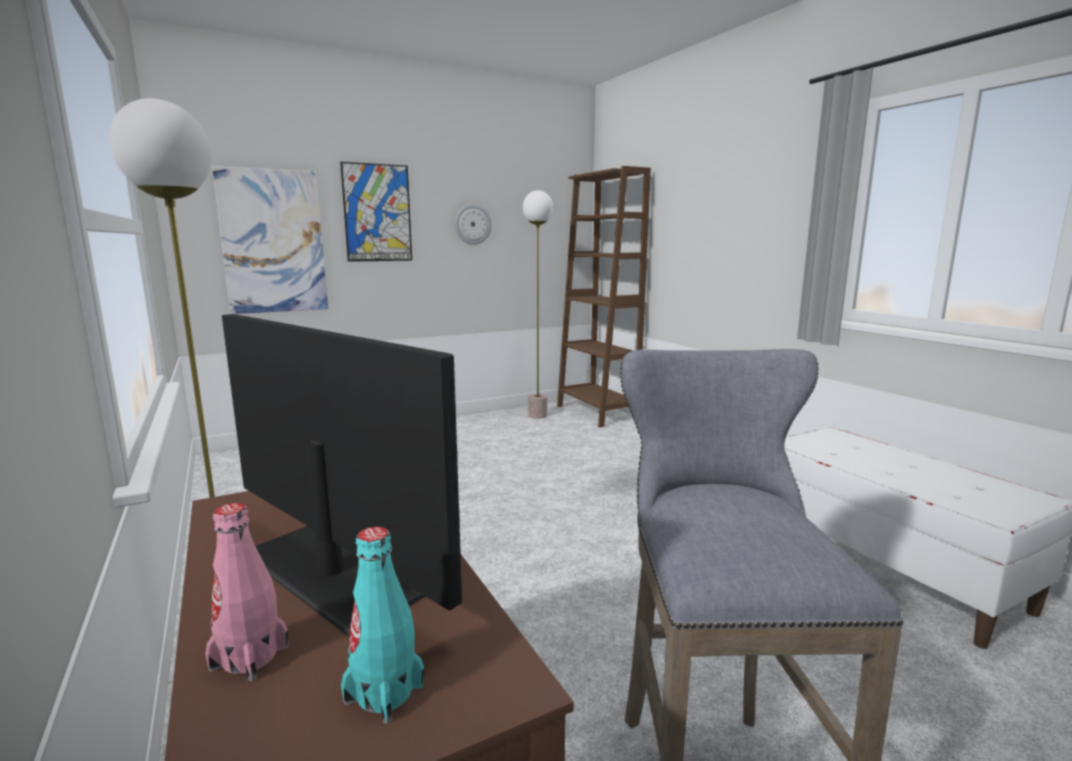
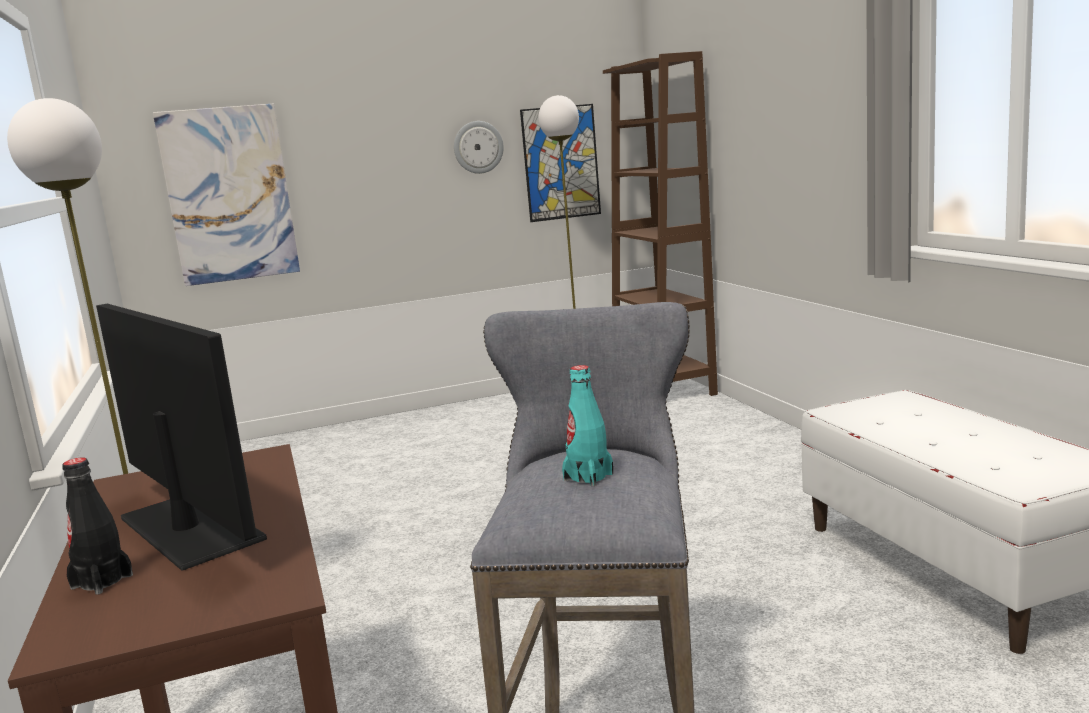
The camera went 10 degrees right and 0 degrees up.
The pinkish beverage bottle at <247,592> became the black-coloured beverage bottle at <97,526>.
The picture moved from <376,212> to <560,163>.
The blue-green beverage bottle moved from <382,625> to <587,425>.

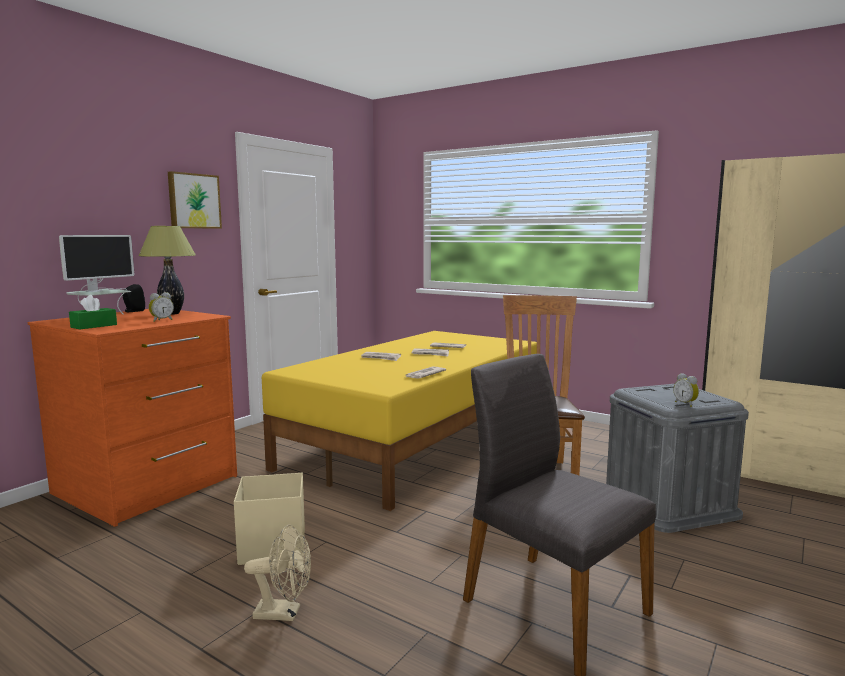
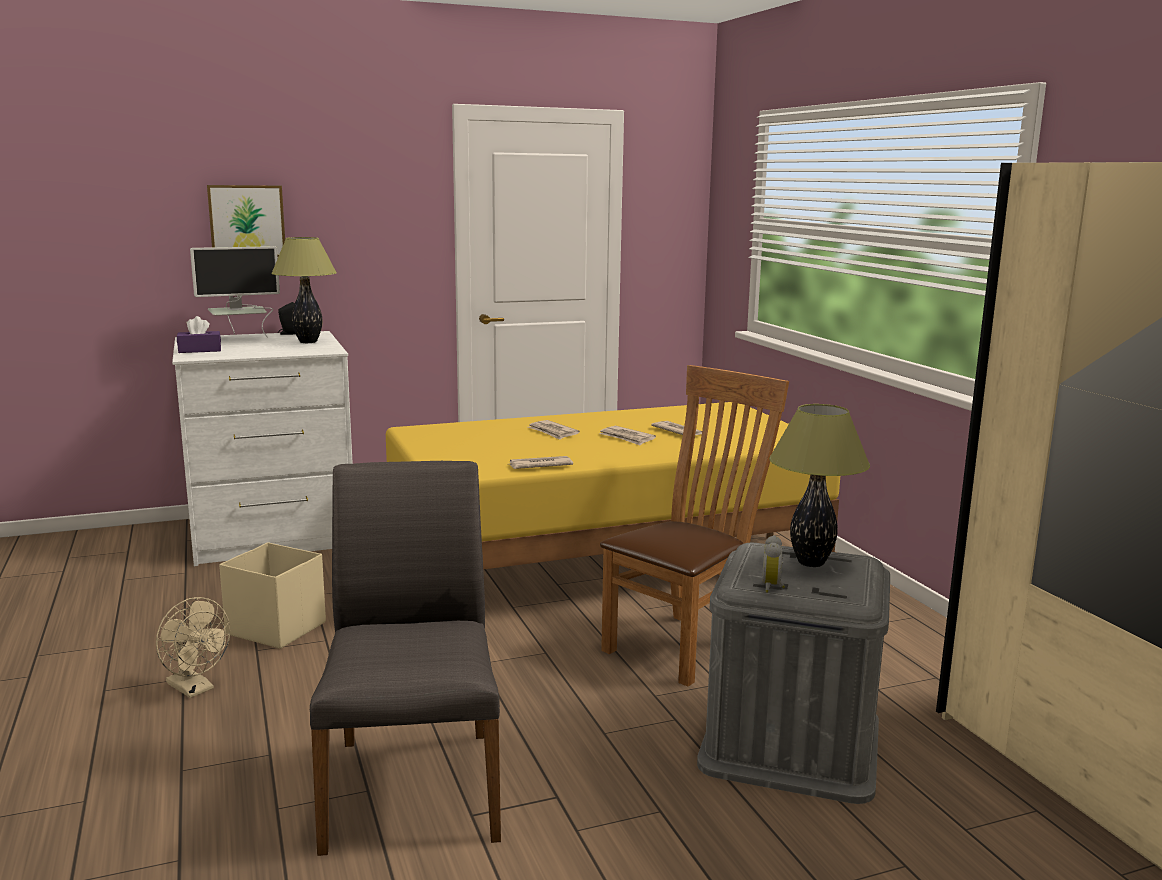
The camera went 35 degrees right and 5 degrees up.
The orange dresser at <132,418> became the white-coloured dresser at <262,448>.
The green-coloured tissue box at <93,312> became the purple tissue box at <199,334>.
The picture moved from <195,200> to <246,220>.
The tabletop lamp at <819,485> appeared.
The alarm clock at <161,307> disappeared.

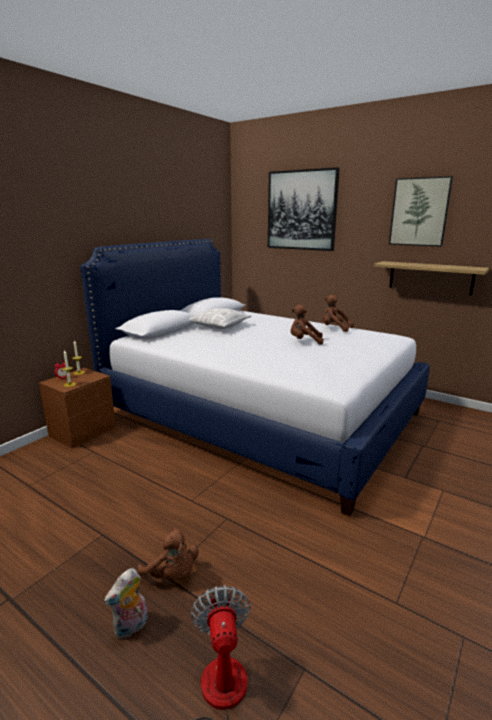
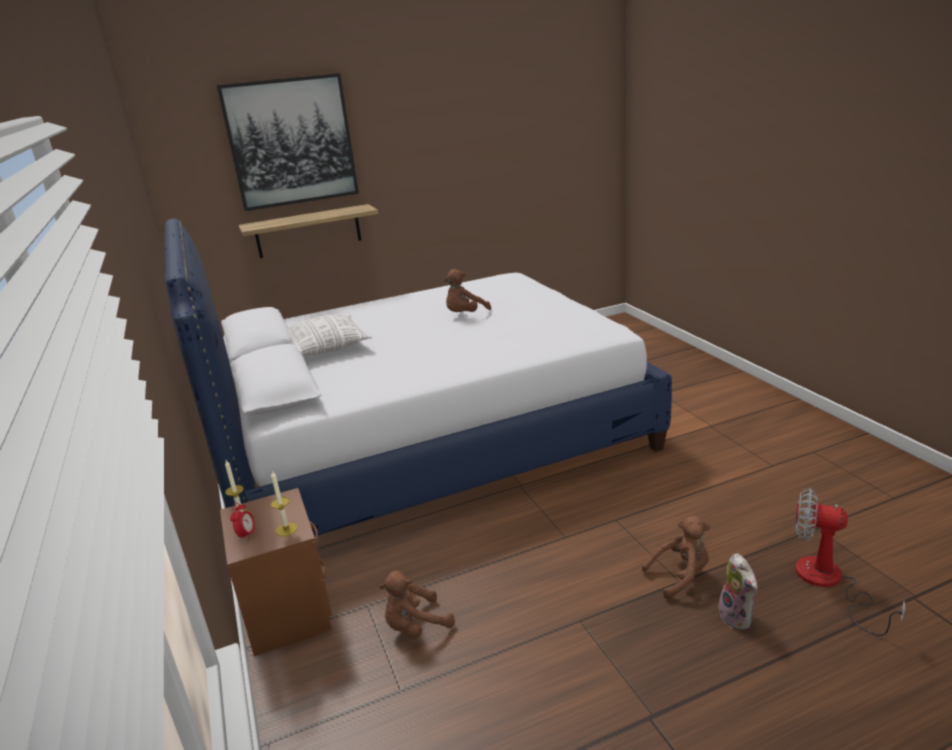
The camera went 55 degrees left and 5 degrees up.
The wall shelf moved from <431,278> to <308,231>.
The brown-coloured soft toy moved from <338,313> to <417,605>.
The picture at <421,211> disappeared.

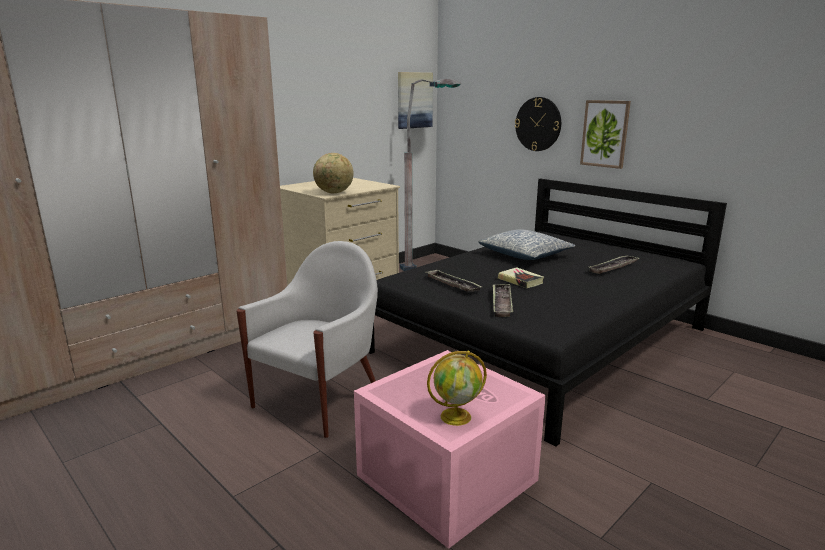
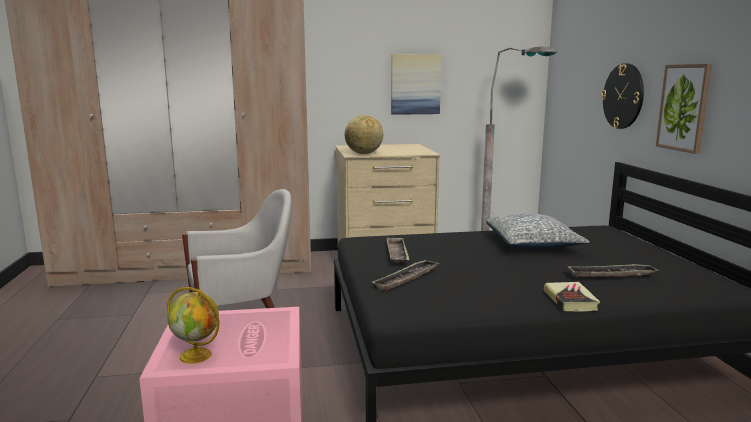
The camera went 35 degrees right and 5 degrees down.
The picture moved from <415,100> to <416,84>.
The volume moved from <521,277> to <572,297>.

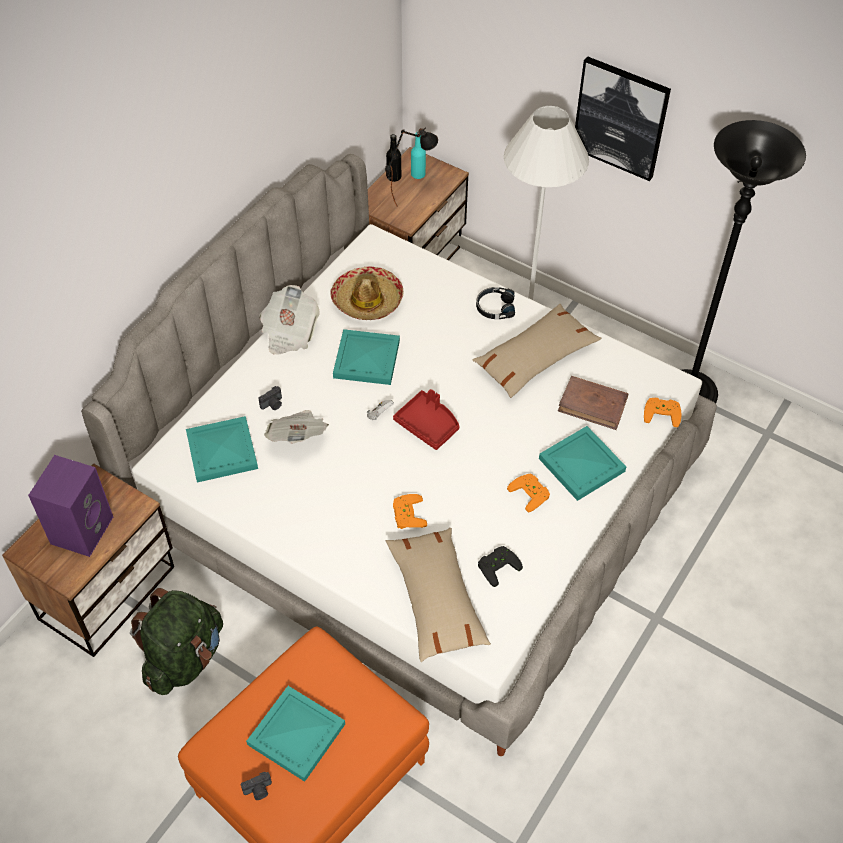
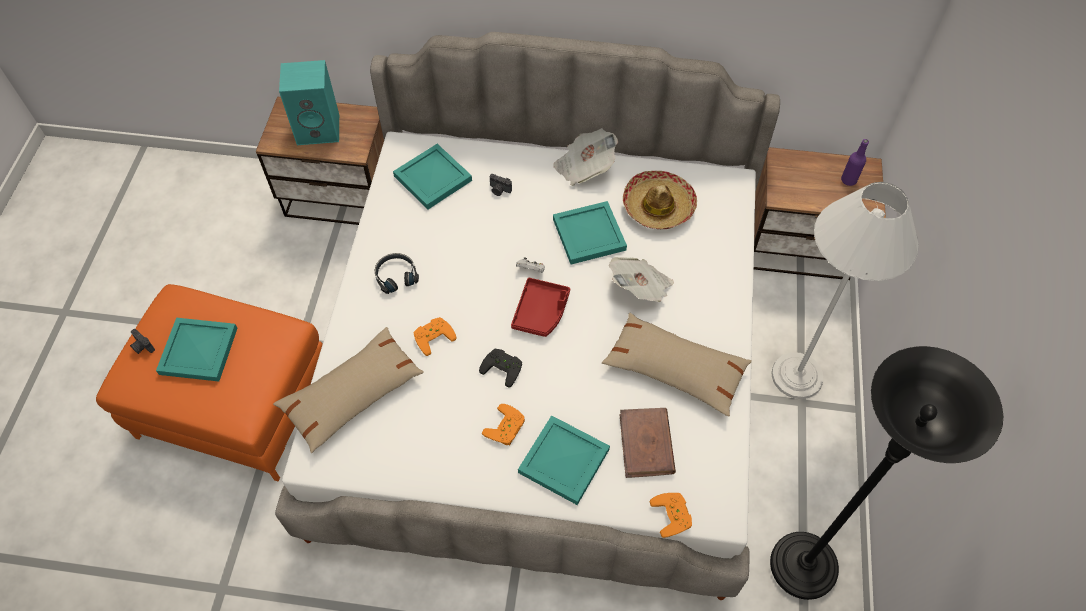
The camera went 65 degrees right and 5 degrees up.
The purple loudspeaker at <70,506> became the blue-green loudspeaker at <309,102>.
The black-coloured headphones moved from <495,303> to <397,273>.
The black-coloured joypad moved from <500,566> to <500,368>.
The daily paper moved from <296,427> to <641,279>.
The blue-green beverage bottle at <418,155> became the purple beverage bottle at <855,162>.
The green-coloured knapsack at <176,641> disappeared.
The black-coloured tabletop lamp at <411,167> disappeared.
The black-coloured beverage bottle at <393,158> disappeared.
The picture at <623,118> disappeared.

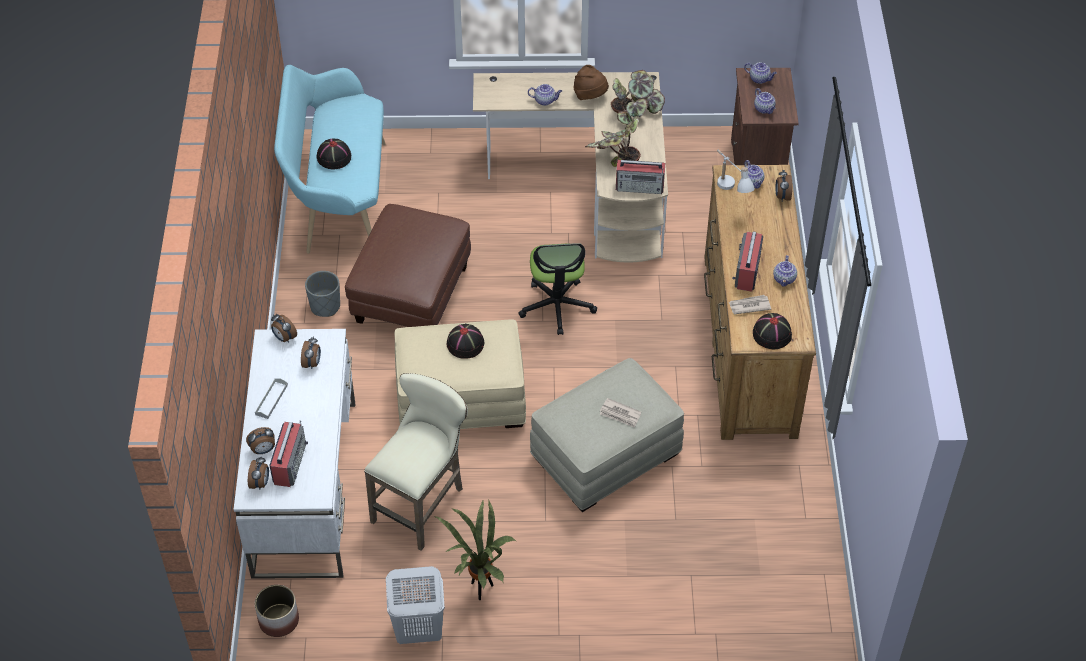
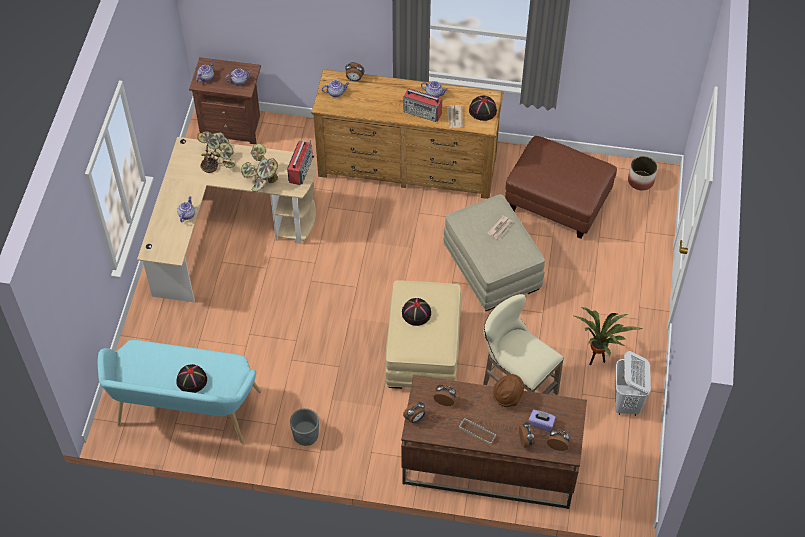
The camera went 80 degrees left and 5 degrees up.
The white-coloured desk table at <294,454> became the brown-coloured desk table at <494,442>.
The brown-coloured clothing hat moved from <591,82> to <508,390>.
The brown-coloured ottoman moved from <408,265> to <561,187>.
The radio at <288,453> was replaced by the purple tissue box at <542,421>.
The flower pot moved from <277,611> to <642,173>.
The desk chair at <557,289> disappeared.
The white-coloured tabletop lamp at <736,171> disappeared.

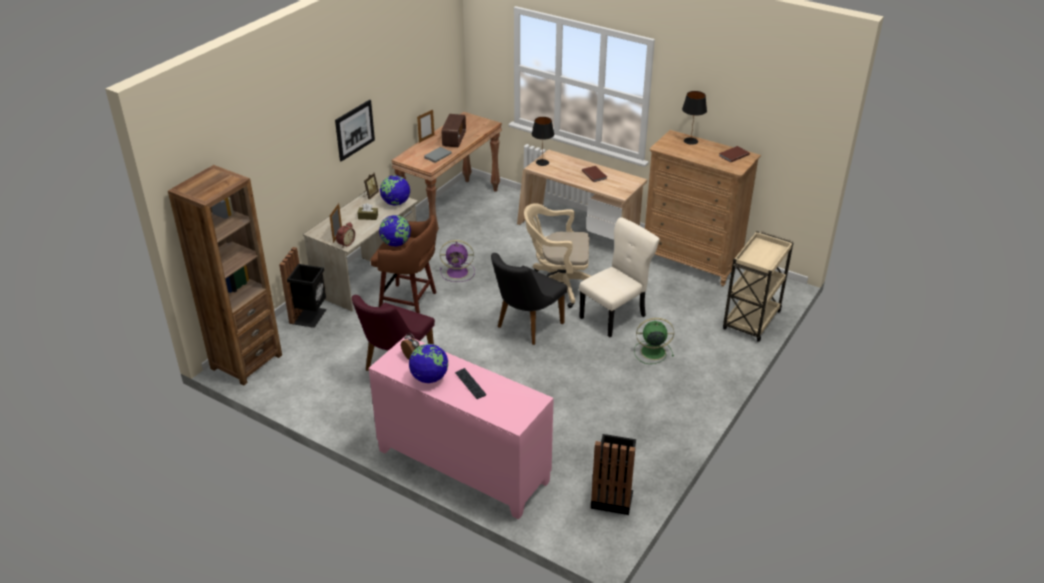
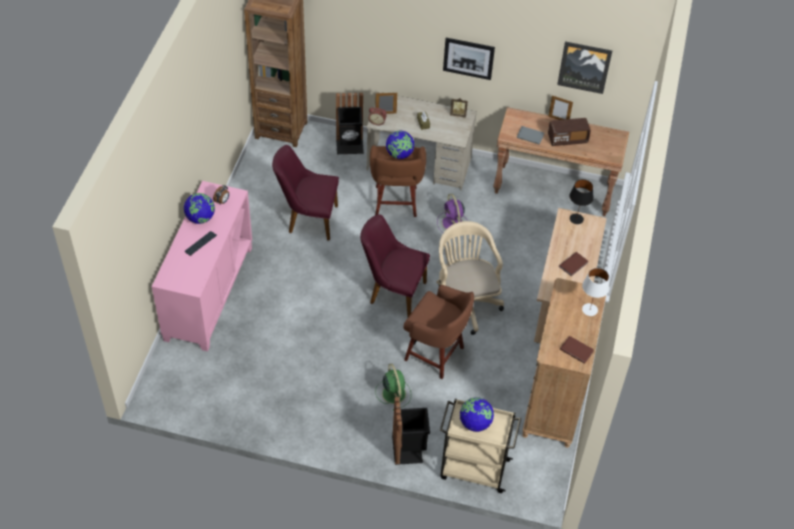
The camera went 70 degrees right and 15 degrees up.
The black-coloured upright chair at <529,299> became the purple upright chair at <395,265>.
The black-coloured waste bin moved from <613,474> to <411,431>.
The beige-coloured upright chair at <619,277> was replaced by the brown-coloured stool seat at <439,332>.
The desk globe moved from <395,190> to <477,414>.
The picture at <584,68> appeared.
The black-coloured tabletop lamp at <694,118> became the white-coloured tabletop lamp at <596,292>.

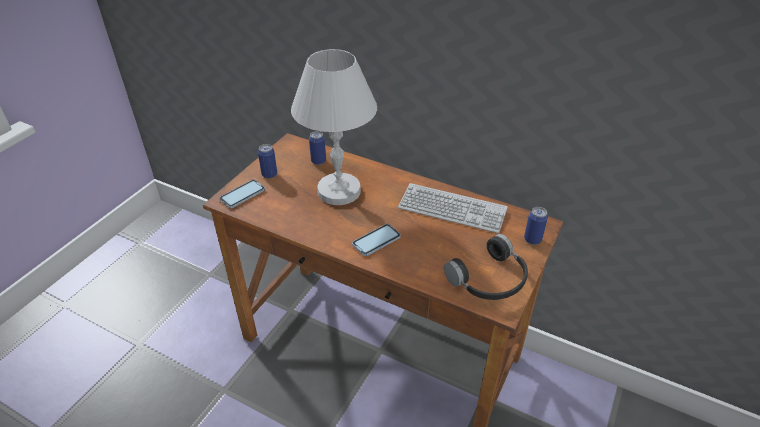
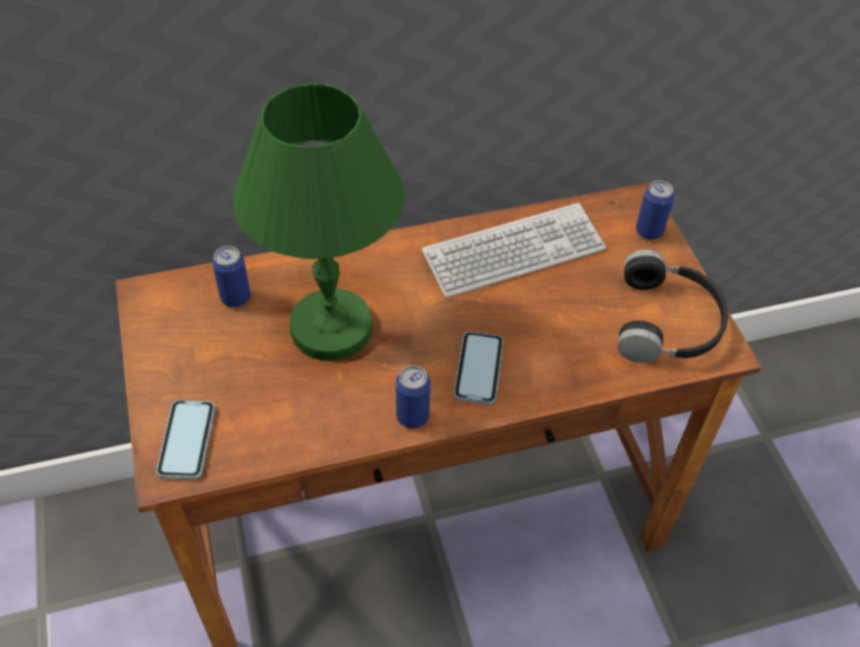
The camera went 45 degrees left and 10 degrees up.
The white-coloured tabletop lamp at <334,127> became the green-coloured tabletop lamp at <318,222>.
The can moved from <267,161> to <413,396>.

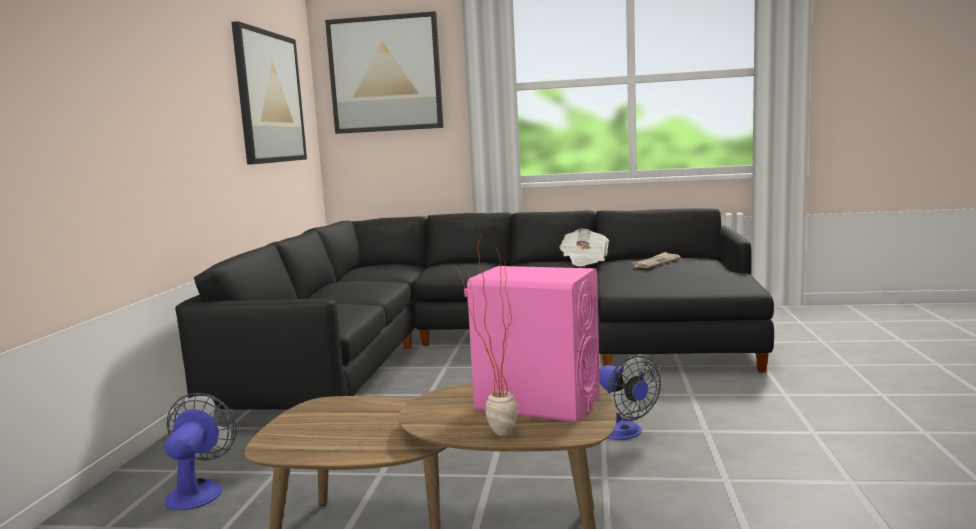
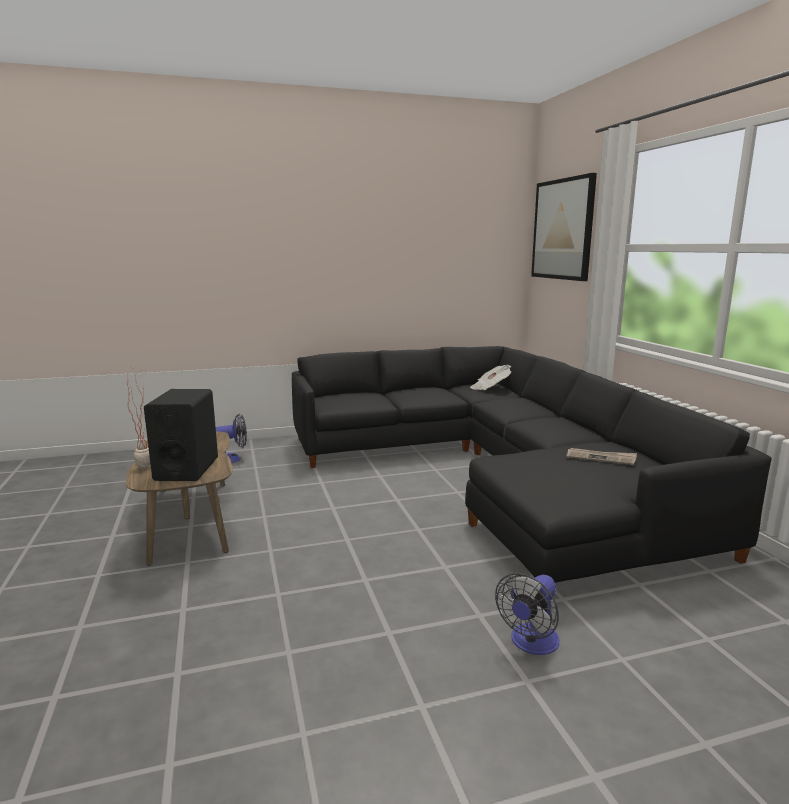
The camera went 65 degrees right and 5 degrees up.
The pinkish loudspeaker at <532,344> became the black-coloured loudspeaker at <181,435>.
The daily paper moved from <584,247> to <490,377>.
The electric fan moved from <630,397> to <527,614>.
The picture at <269,93> disappeared.

